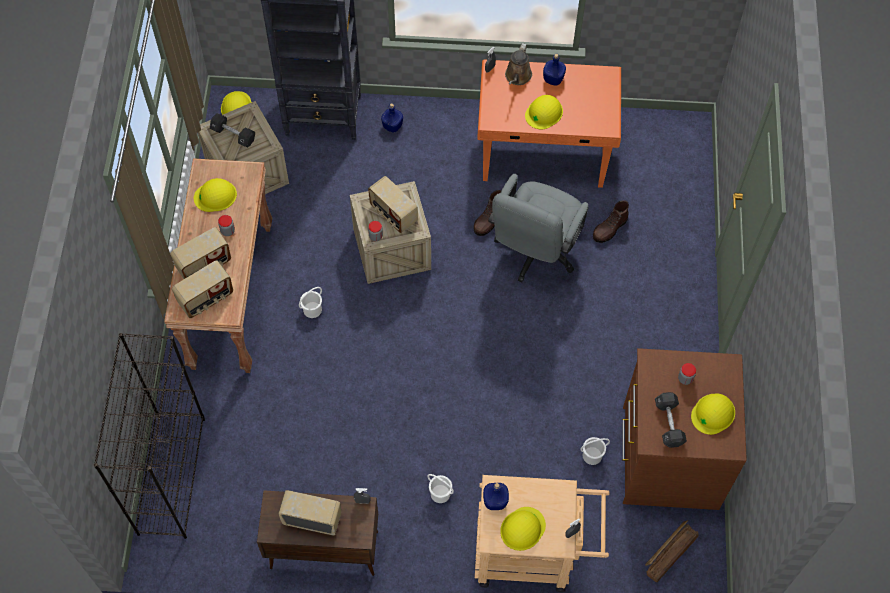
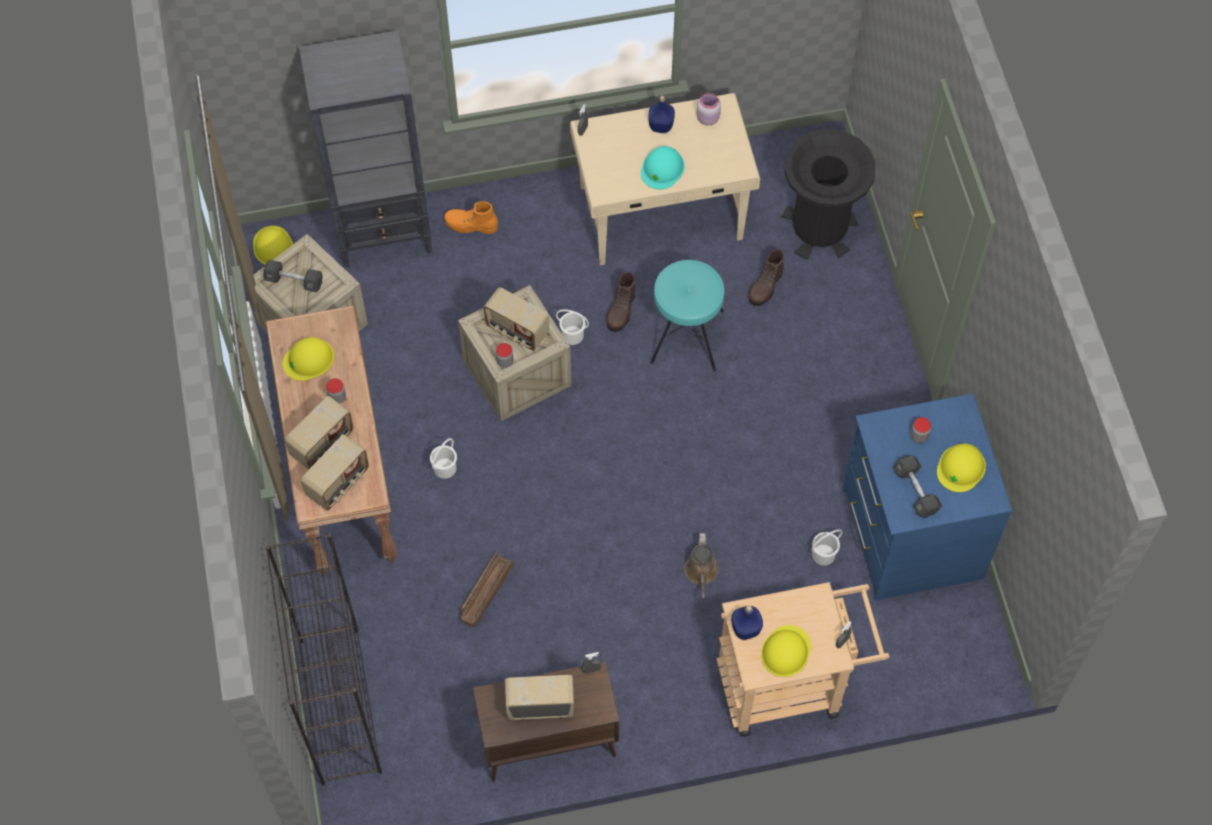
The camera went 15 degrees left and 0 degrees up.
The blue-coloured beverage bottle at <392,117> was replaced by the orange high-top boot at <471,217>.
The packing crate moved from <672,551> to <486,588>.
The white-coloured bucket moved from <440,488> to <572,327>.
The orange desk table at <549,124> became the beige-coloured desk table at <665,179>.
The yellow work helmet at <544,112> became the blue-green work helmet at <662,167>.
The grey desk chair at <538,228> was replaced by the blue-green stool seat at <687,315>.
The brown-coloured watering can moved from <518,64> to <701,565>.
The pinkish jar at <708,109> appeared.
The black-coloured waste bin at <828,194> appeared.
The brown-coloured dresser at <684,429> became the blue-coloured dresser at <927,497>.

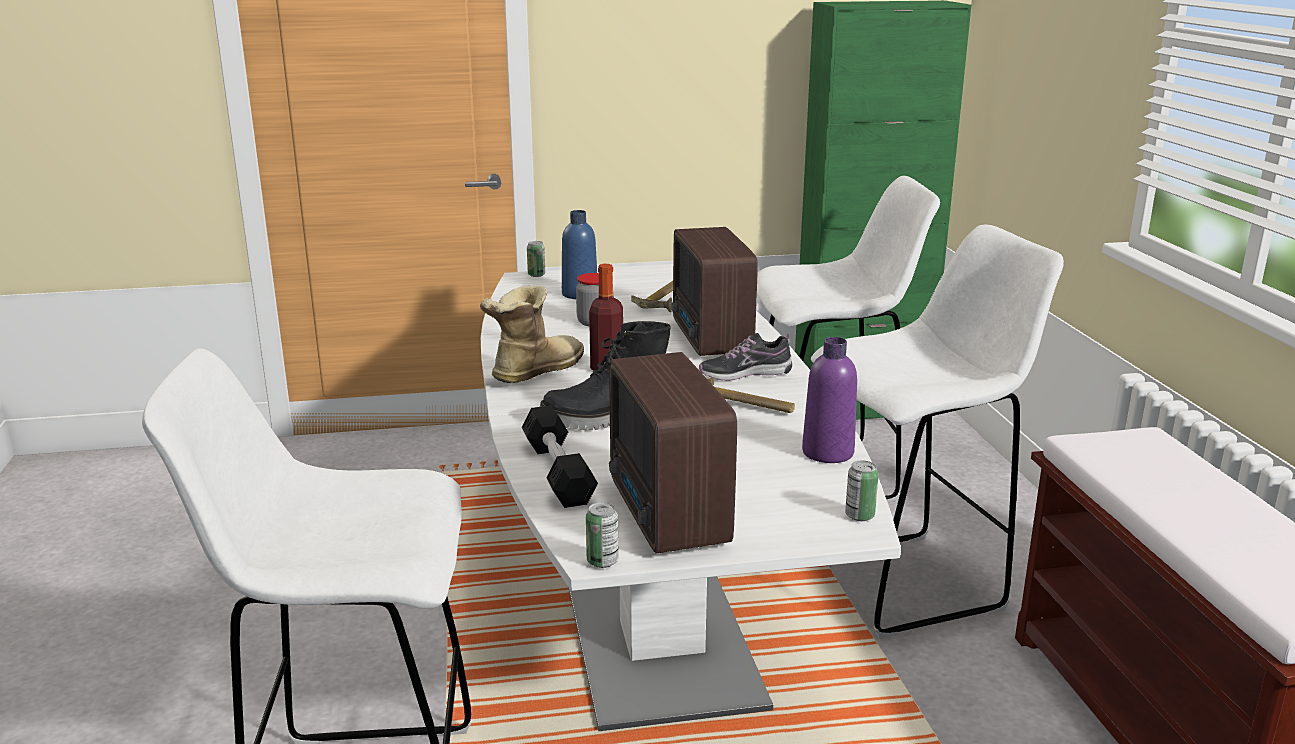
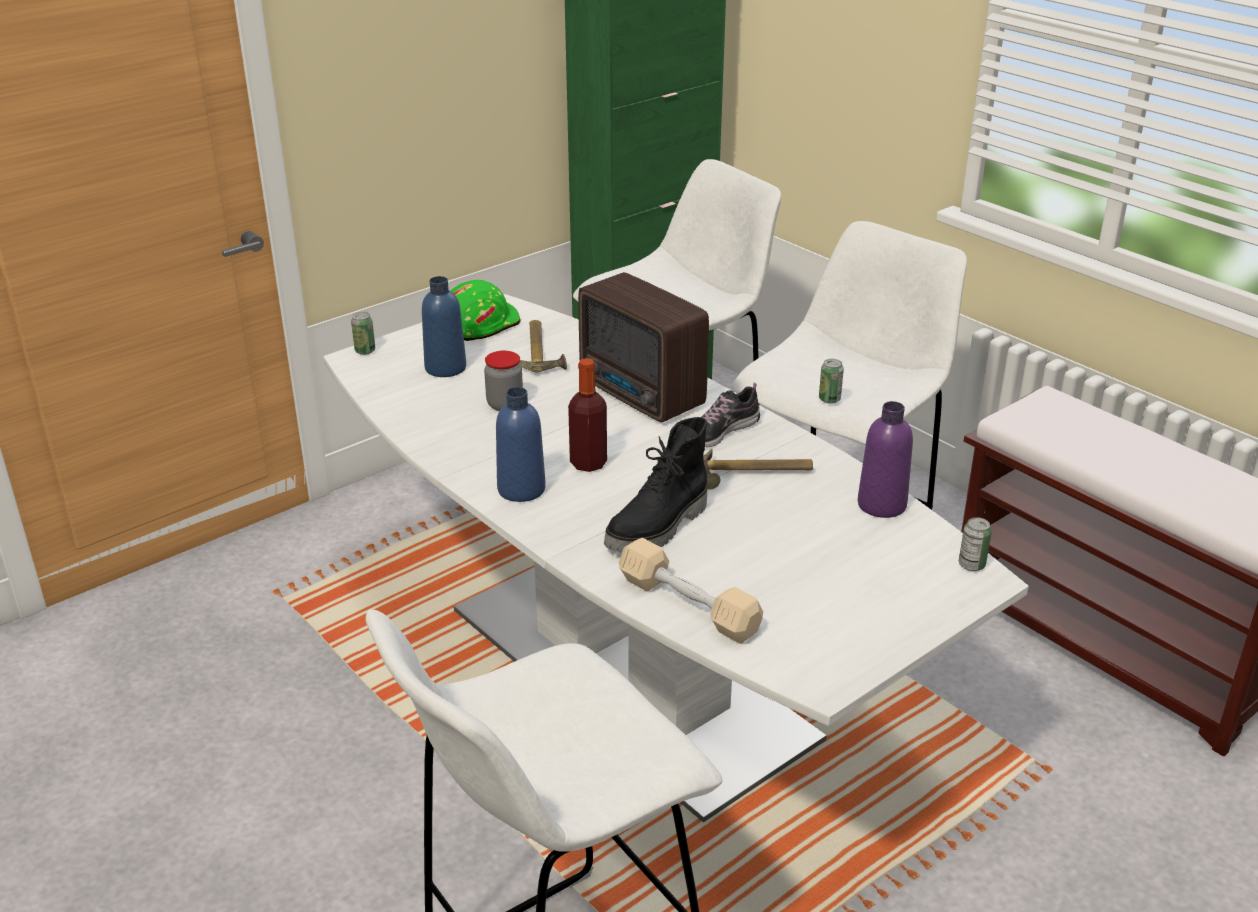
The camera went 30 degrees left and 10 degrees up.
The green-coloured work helmet at <486,310> appeared.
The high-top boot at <532,334> was replaced by the blue-coloured beverage bottle at <521,444>.
The black-coloured free weight at <560,456> became the beige-coloured free weight at <691,591>.
The can moved from <602,535> to <831,381>.
The radio at <673,453> disappeared.

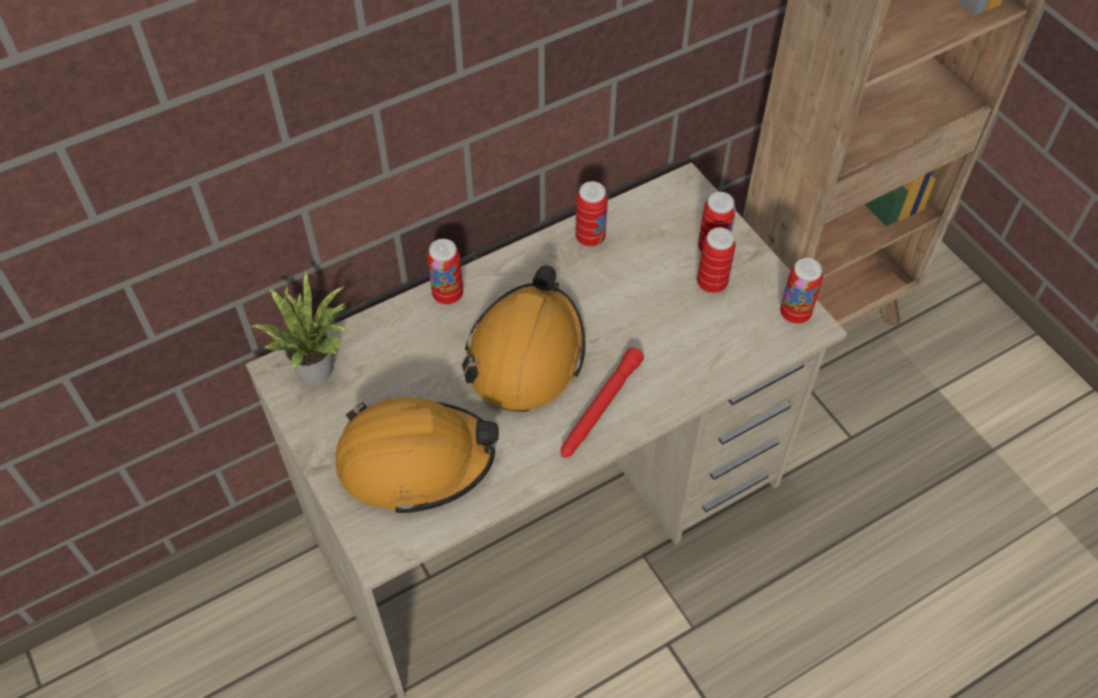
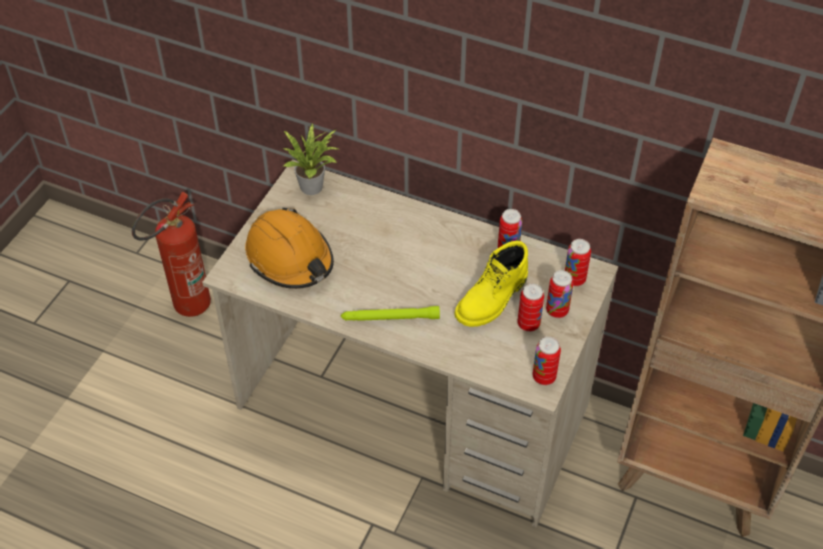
The camera went 55 degrees right and 5 degrees down.
The fire-fighting cylinder at <171,254> appeared.
The reddish torch at <602,402> became the green-coloured torch at <390,313>.
The yellow high-top boot at <491,284> appeared.
The can moved from <445,272> to <578,262>.
The orange work helmet at <523,338> disappeared.

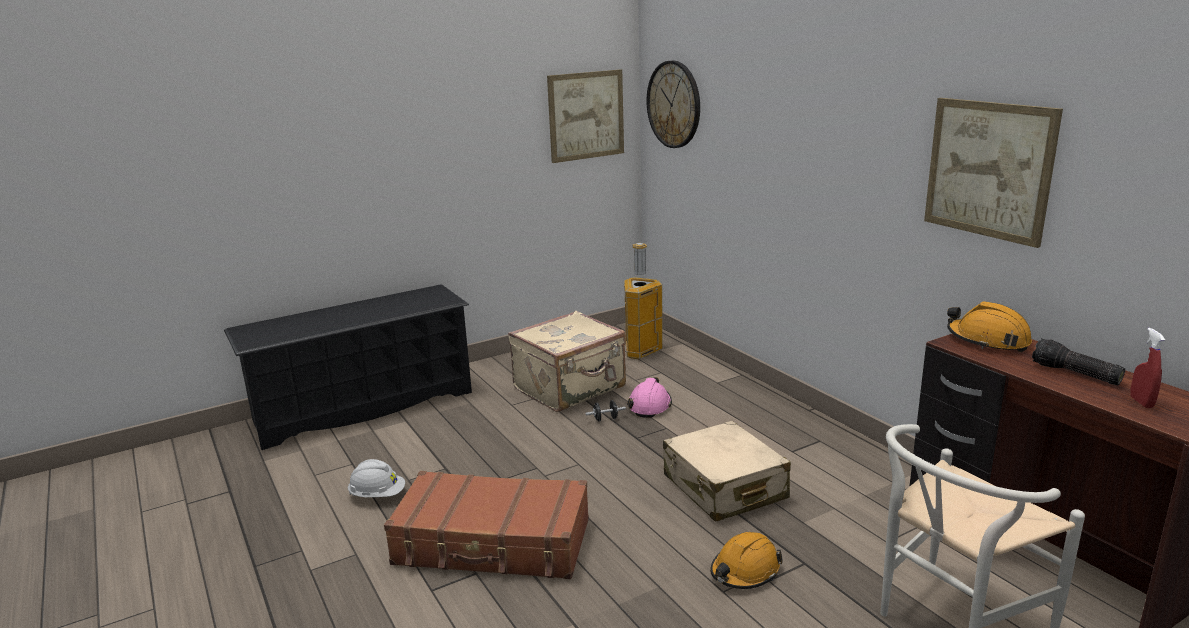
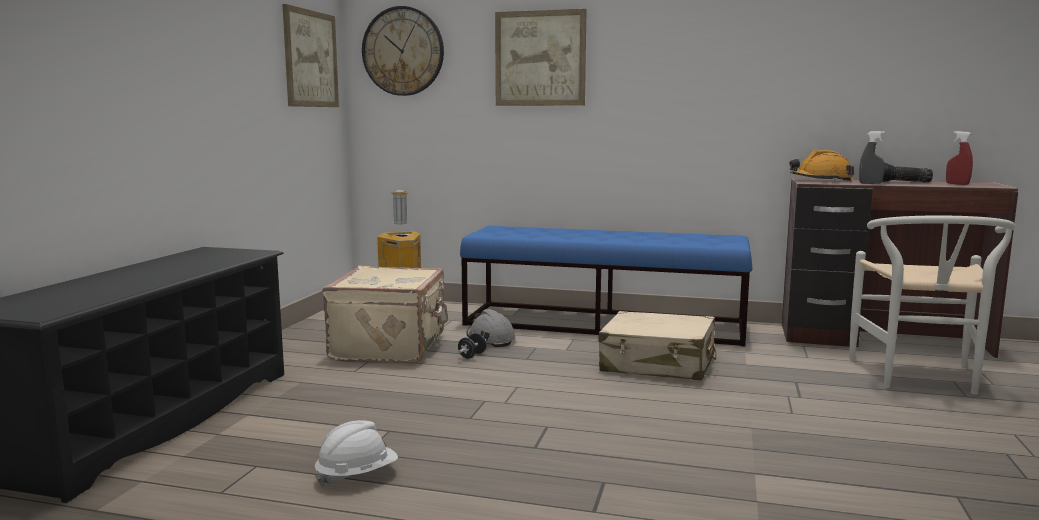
The camera went 45 degrees left and 10 degrees down.
The blue-coloured long seat at <606,286> appeared.
The pinkish work helmet at <649,397> became the grey work helmet at <491,328>.
The picture moved from <993,173> to <541,57>.
The grey spray bottle at <872,157> appeared.
The brown-coloured travel case at <486,525> disappeared.
The orange work helmet at <746,560> disappeared.

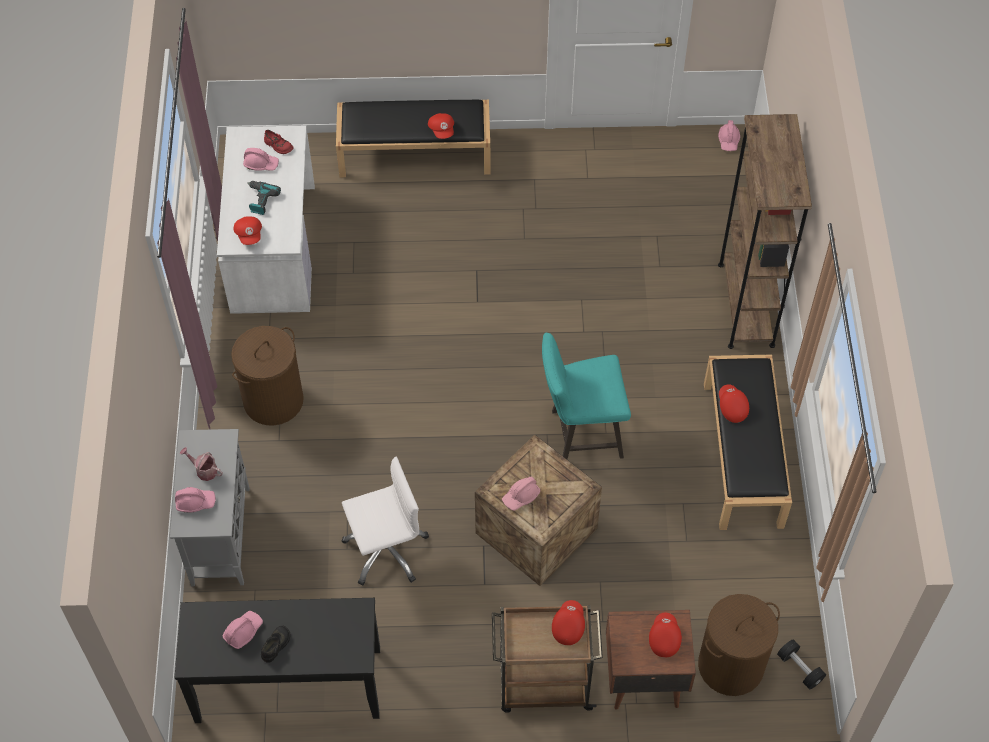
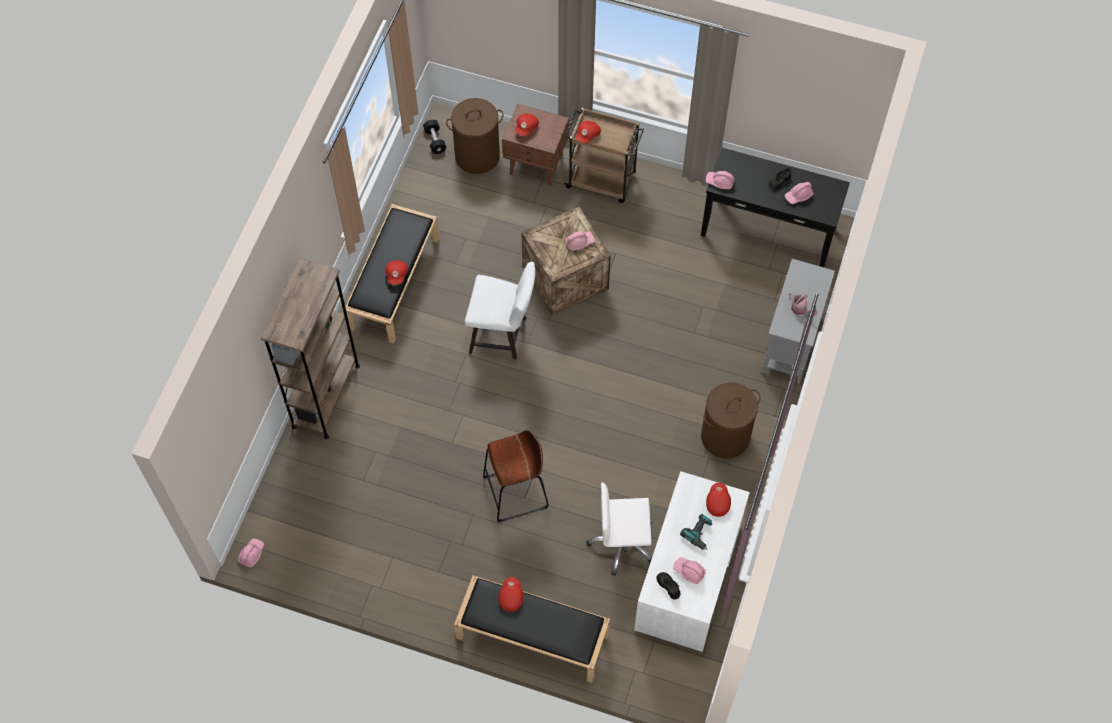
The camera went 160 degrees left and 5 degrees up.
The blue-green stool seat at <586,396> became the white-coloured stool seat at <500,310>.
The brown-coloured stool seat at <516,476> appeared.
The white-coloured desk chair moved from <385,521> to <619,529>.
The reddish item of footwear at <279,142> became the black-coloured item of footwear at <668,585>.
The pinkish work helmet moved from <195,500> to <720,180>.

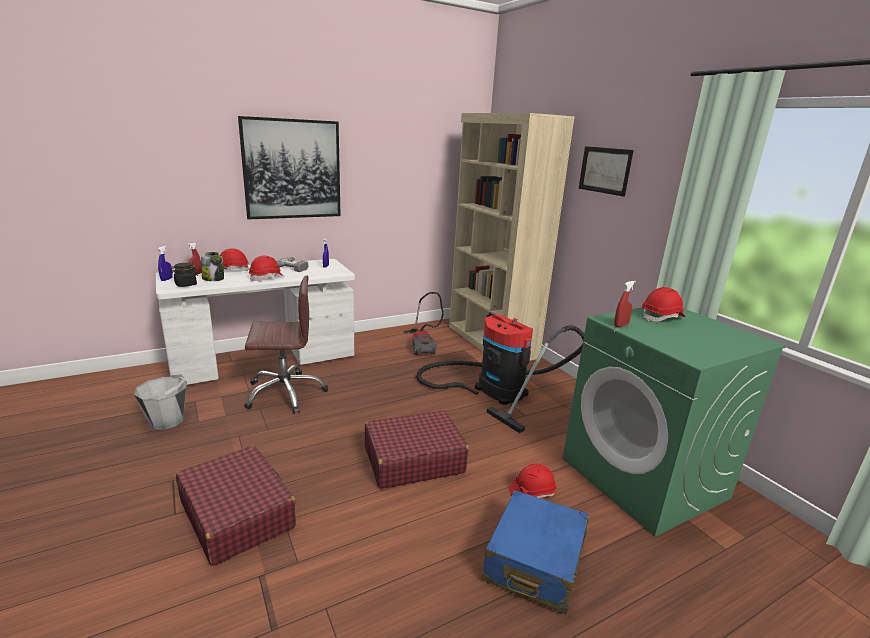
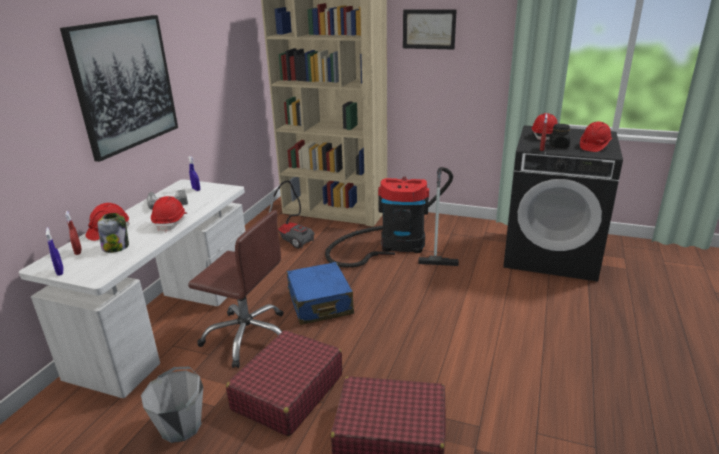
The camera went 40 degrees left and 5 degrees up.
The brown-coloured desk chair at <286,345> turned 75 degrees clockwise.
The reddish travel case moved from <417,449> to <284,383>.
The blue-coloured travel case moved from <535,552> to <320,293>.
The green-coloured washing machine at <674,421> became the black-coloured washing machine at <563,203>.
The black-coloured jar moved from <184,275> to <559,136>.
The reddish work helmet moved from <532,480> to <596,136>.

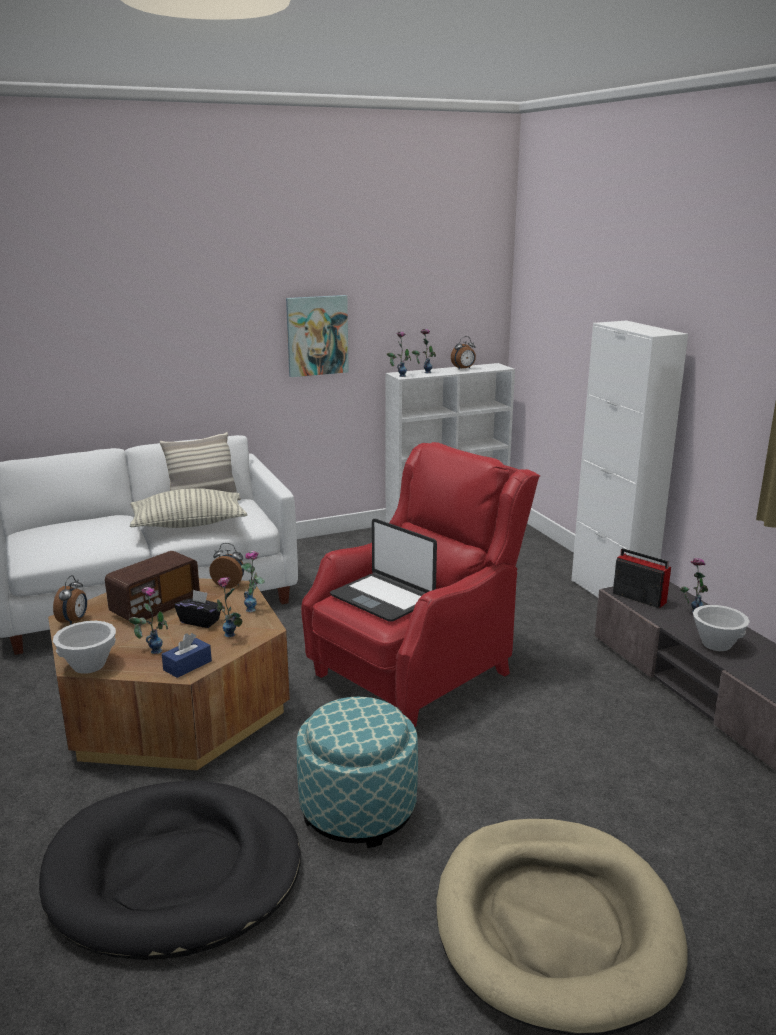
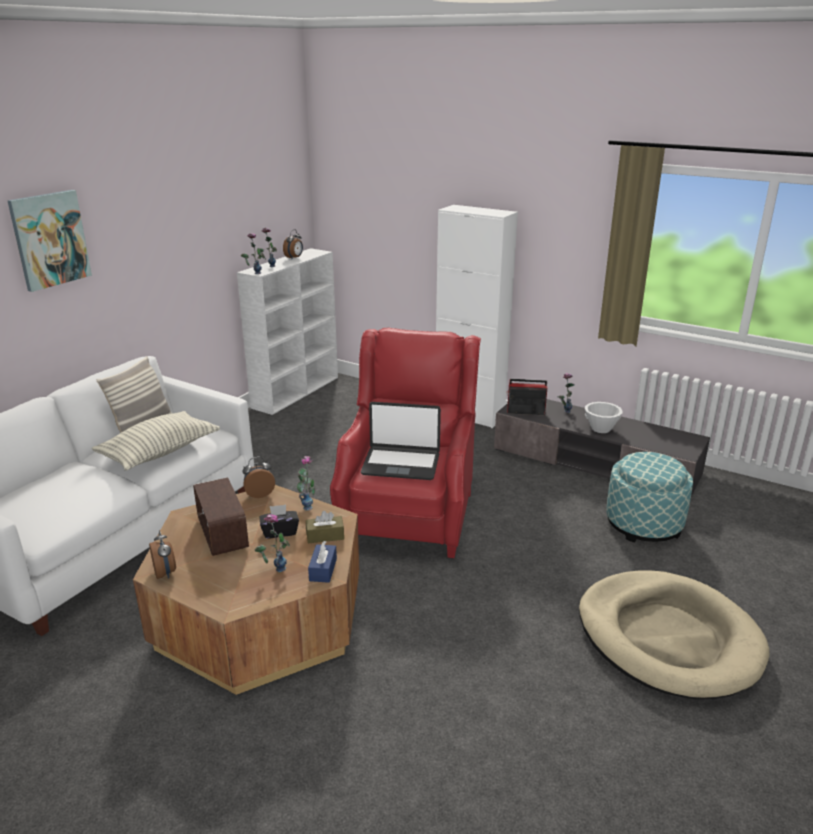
The camera went 35 degrees left and 5 degrees up.
The picture moved from <317,336> to <49,241>.
The radio at <152,586> turned 150 degrees clockwise.
The decorative vase at <229,607> was replaced by the brown-coloured tissue box at <325,527>.
The ottoman moved from <357,772> to <649,497>.
The black-coloured dog cushion at <170,870> disappeared.
The white-coloured bowl at <84,647> disappeared.

